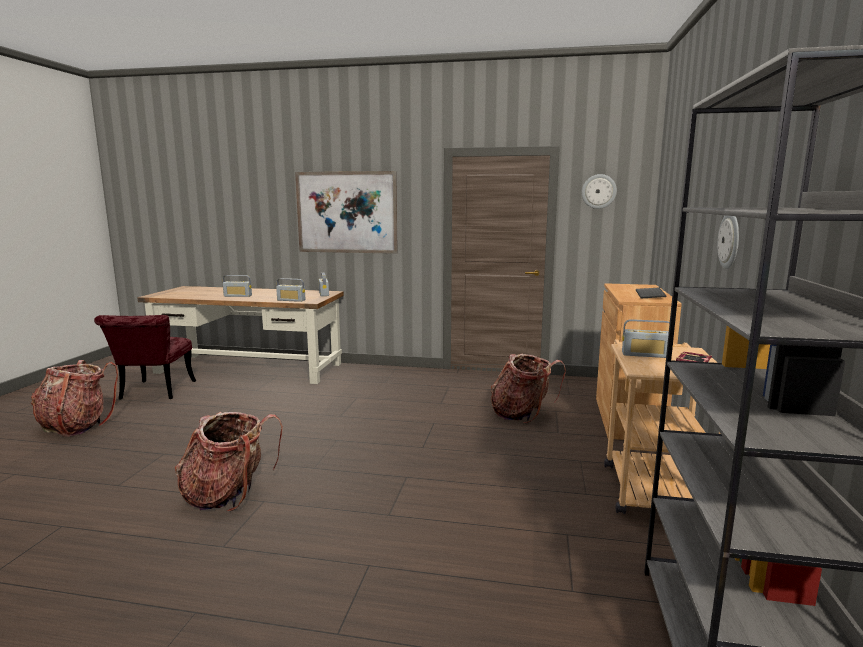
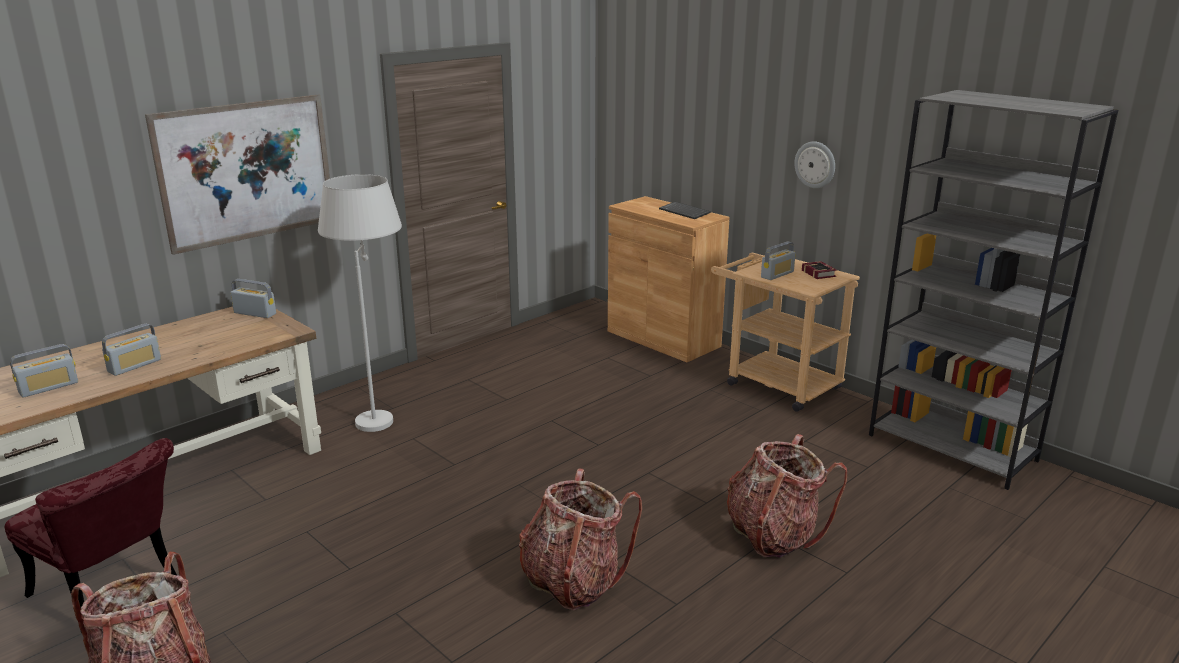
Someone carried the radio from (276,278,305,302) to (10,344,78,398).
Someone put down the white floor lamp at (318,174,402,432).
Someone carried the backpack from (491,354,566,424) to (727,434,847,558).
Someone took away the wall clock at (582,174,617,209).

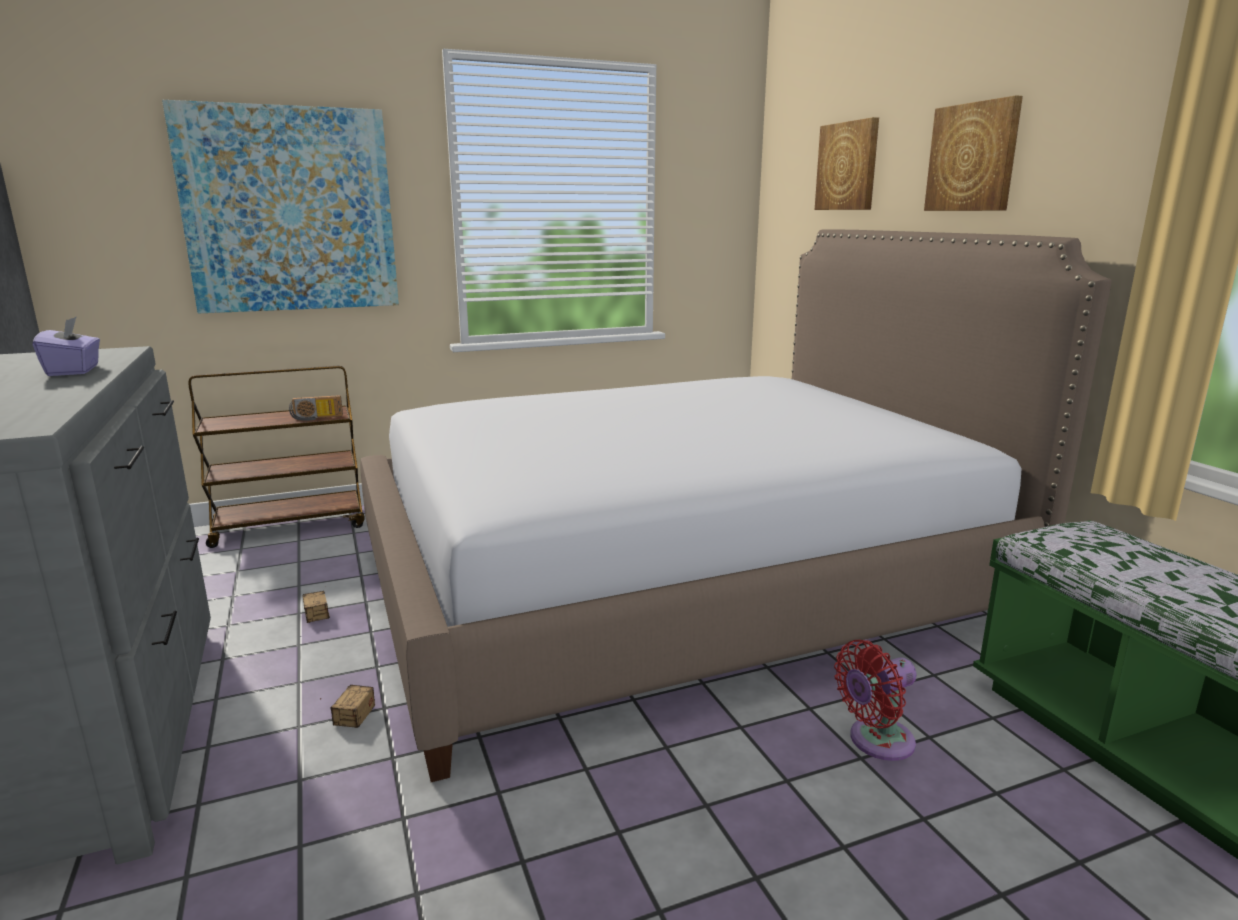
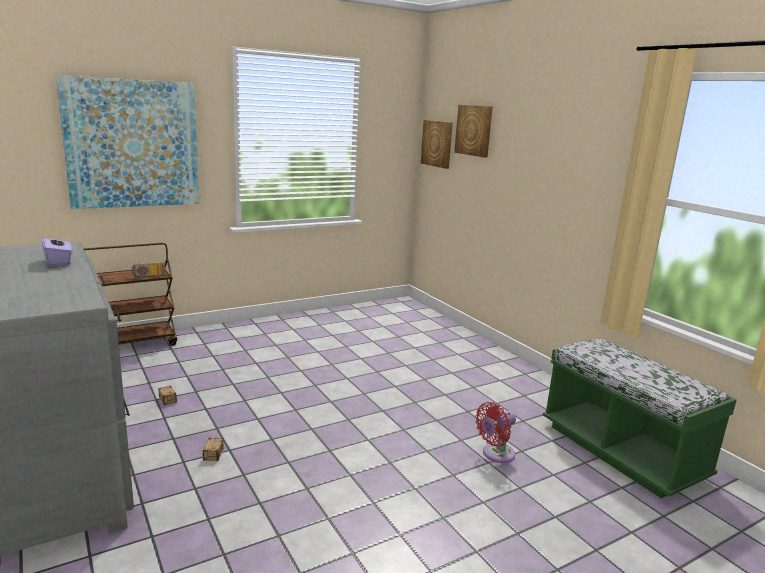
Someone carried the picture from (924,95,1023,211) to (421,120,453,169).
Someone took away the bed at (360,229,1112,782).

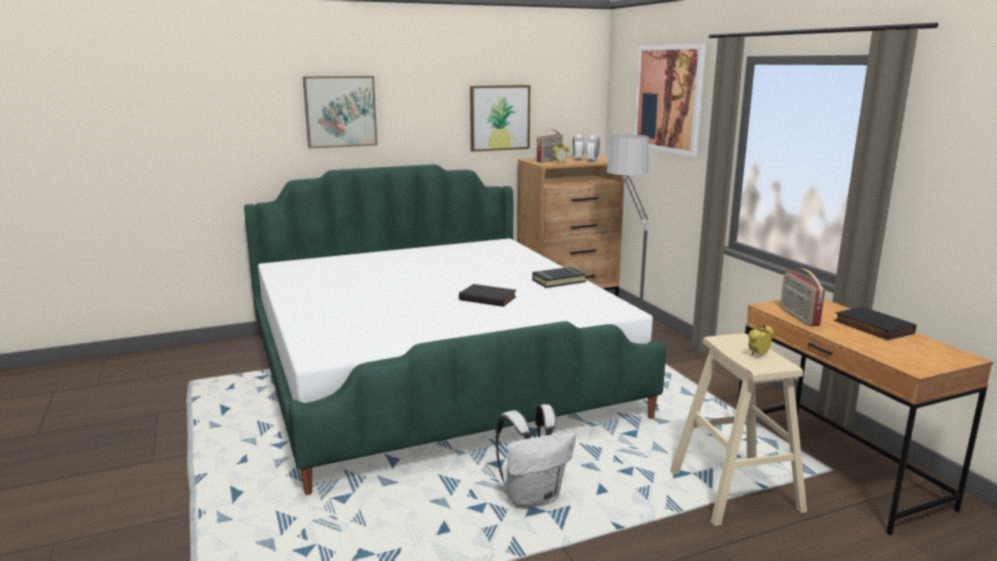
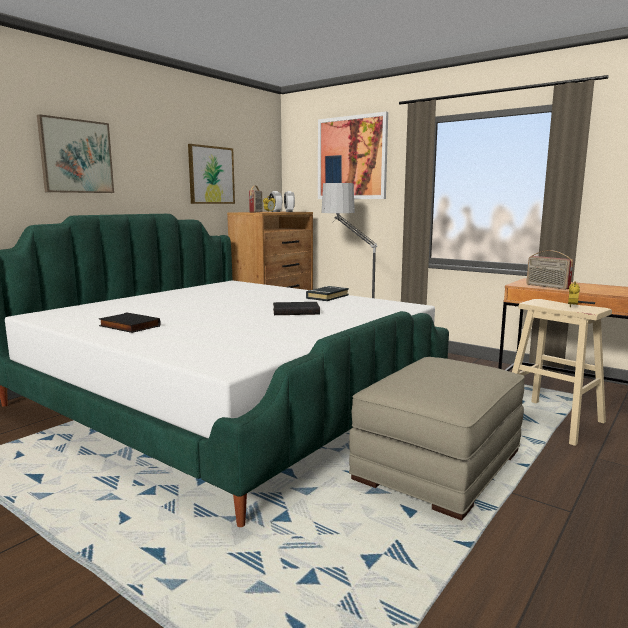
Someone carried the black book from (834,306,916,340) to (99,312,161,333).
Someone swapped the white backpack at (496,404,576,509) for the beige ottoman at (349,357,525,521).

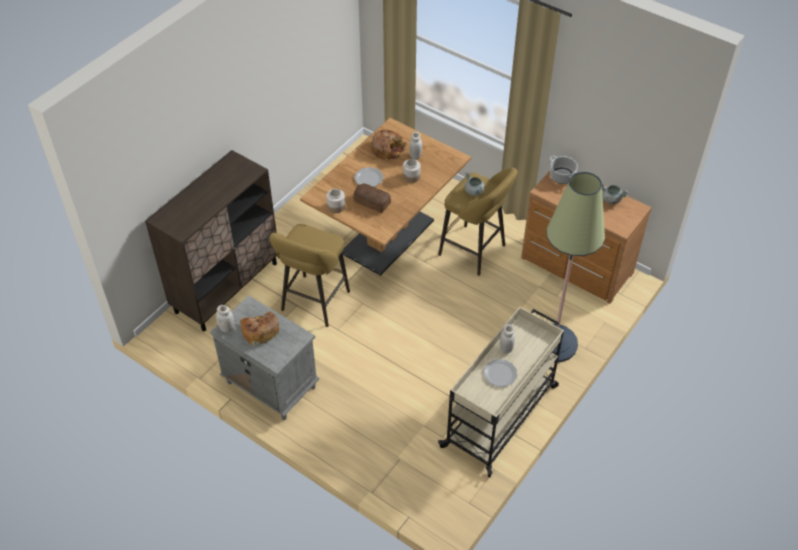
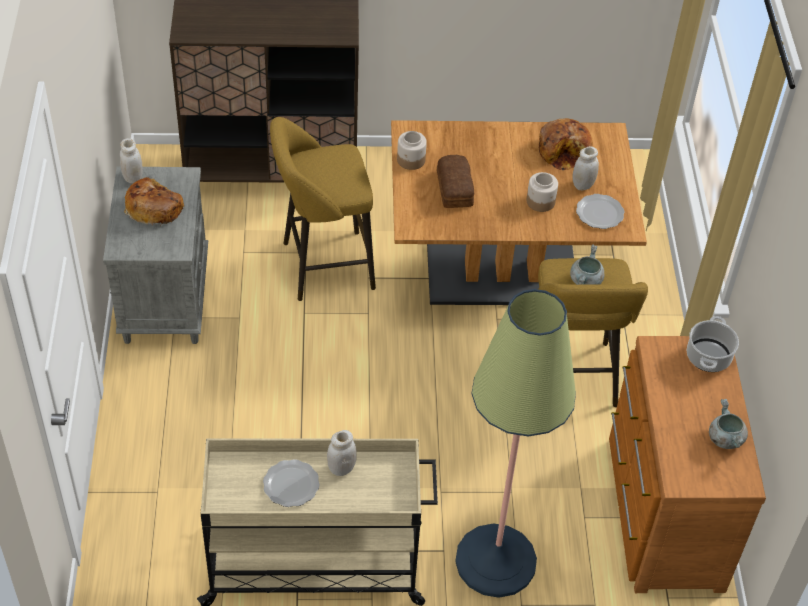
Someone carried the plate from (354,167,383,187) to (576,194,625,229).

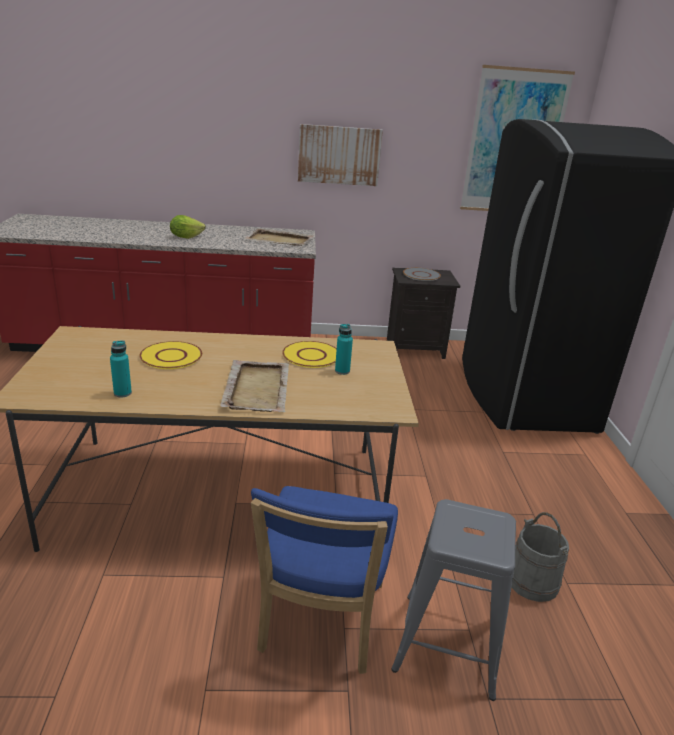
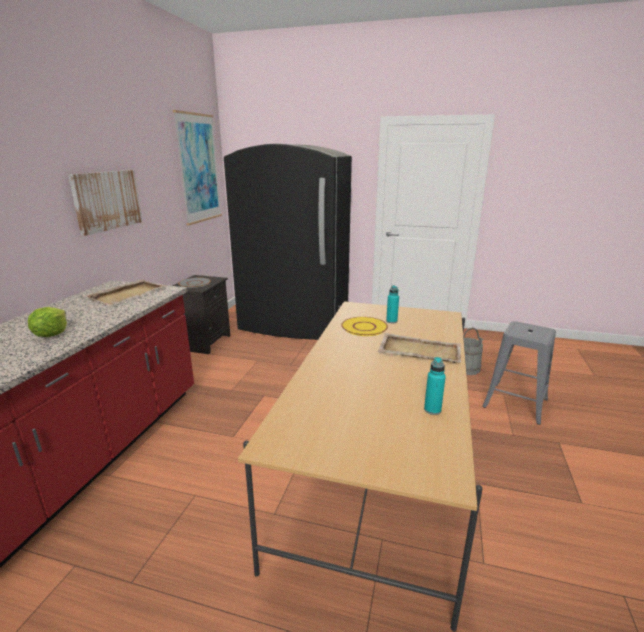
Someone took away the yellow plate at (139,341,202,369).
Someone took away the blue chair at (251,486,398,674).

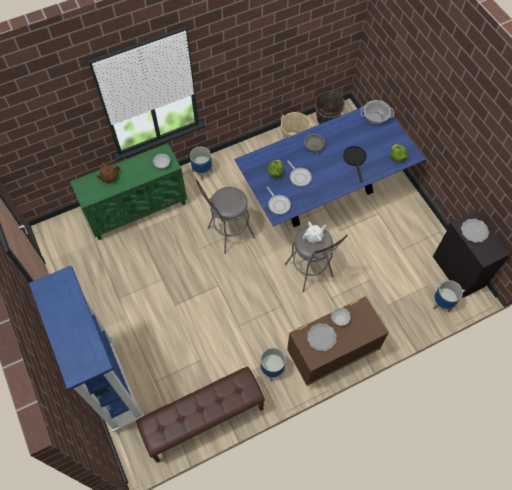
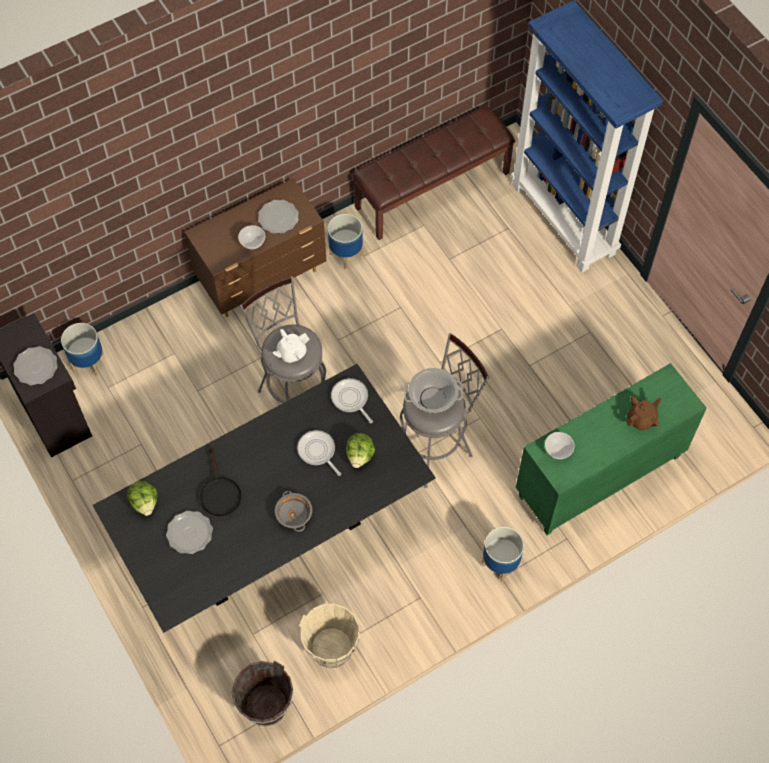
Someone repainted the blue dining table at (234,100,426,227), which became the black dining table at (93,364,436,633).
Someone put down the plate at (166,511,213,554).
Someone carried the cooking pot from (361,100,394,124) to (404,368,463,413).

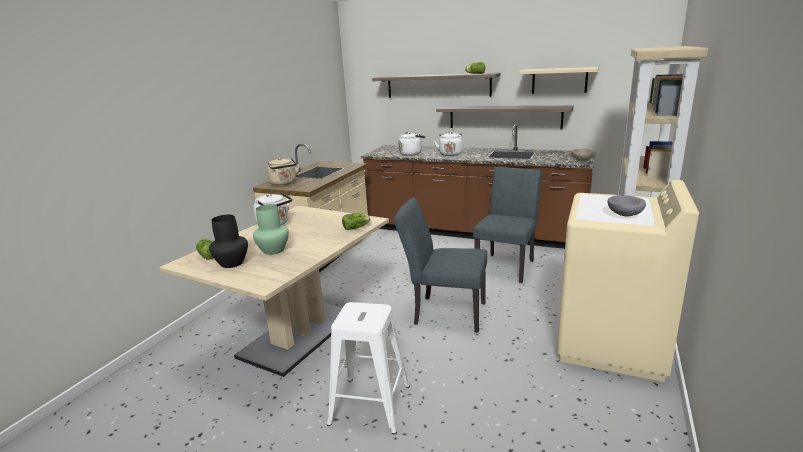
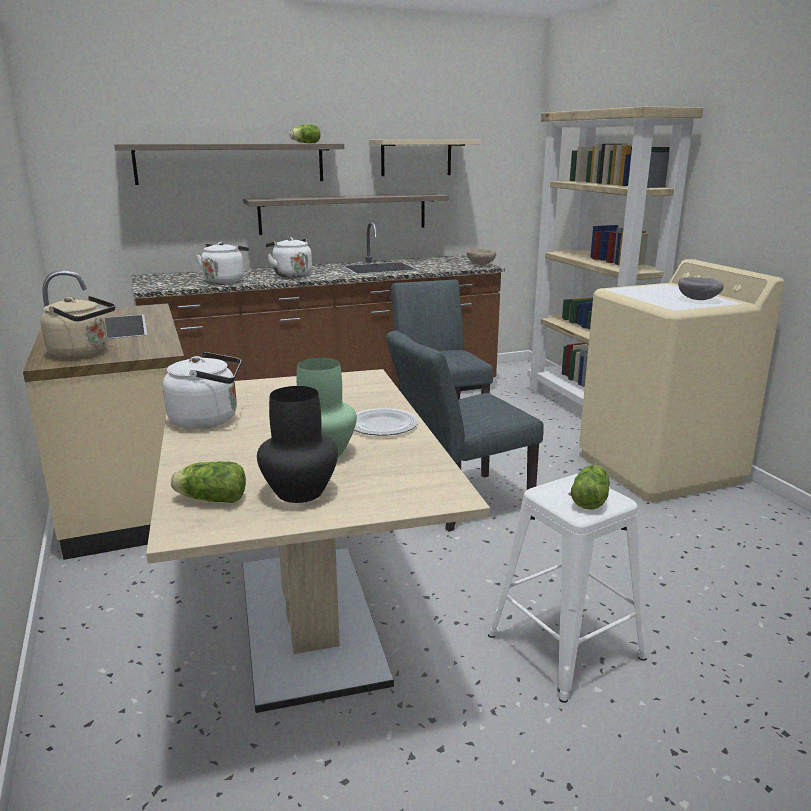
Someone put down the plate at (354,408,418,436).
Someone carried the lettuce from (342,213,370,230) to (571,465,610,510).

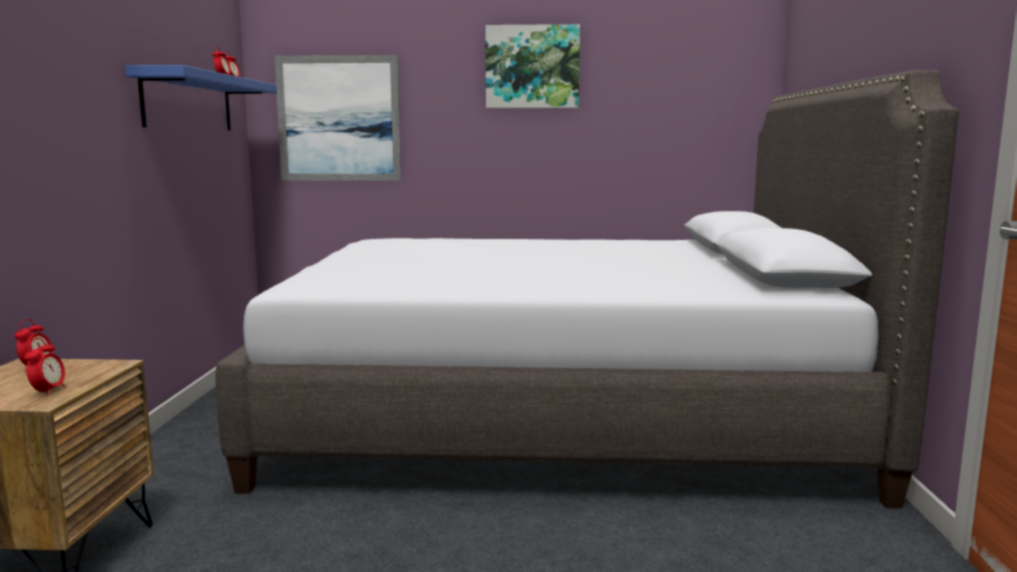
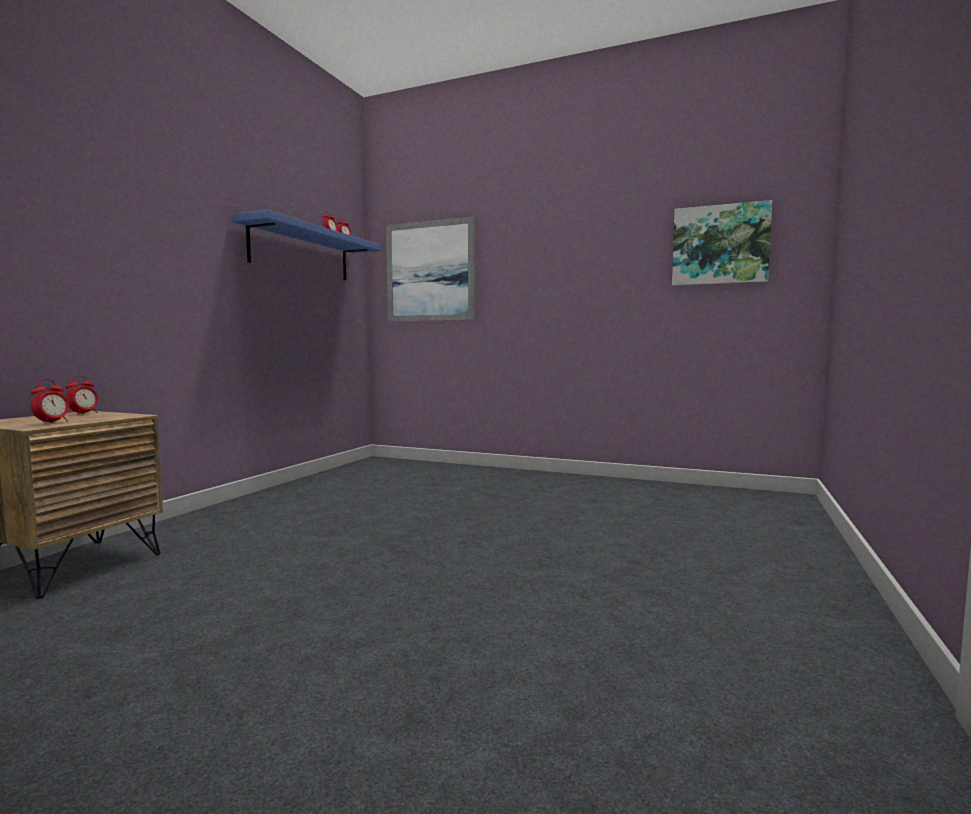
Someone carried the picture from (485,24,580,108) to (672,200,772,286).
Someone took away the grey bed at (215,70,959,508).

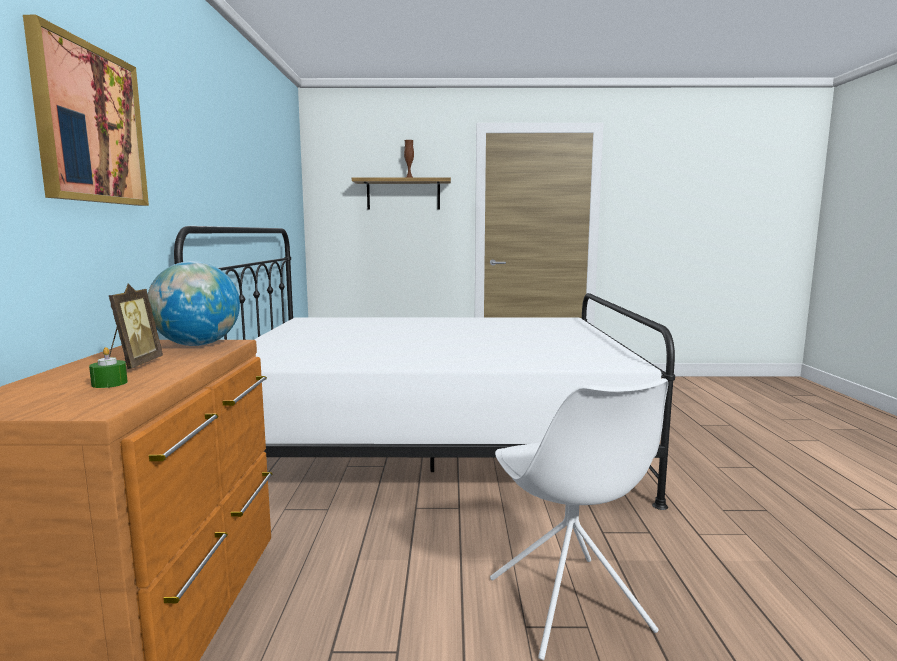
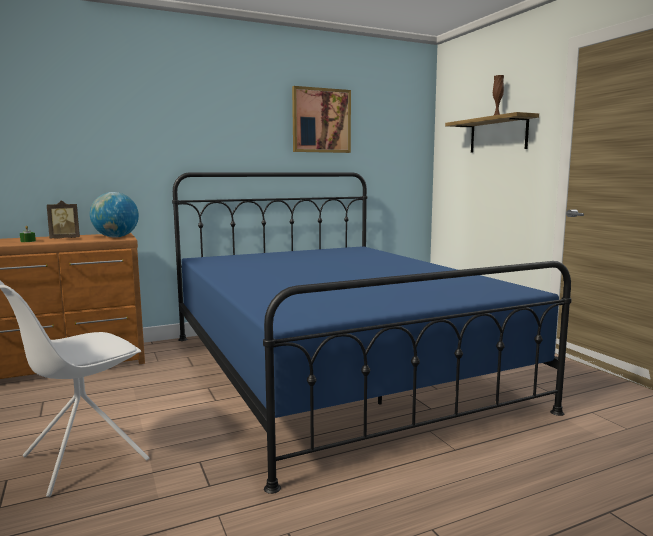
Someone repainted the white bed at (174,226,675,510), which became the blue bed at (172,172,572,494).
Someone carried the picture from (23,15,149,206) to (292,86,351,153).

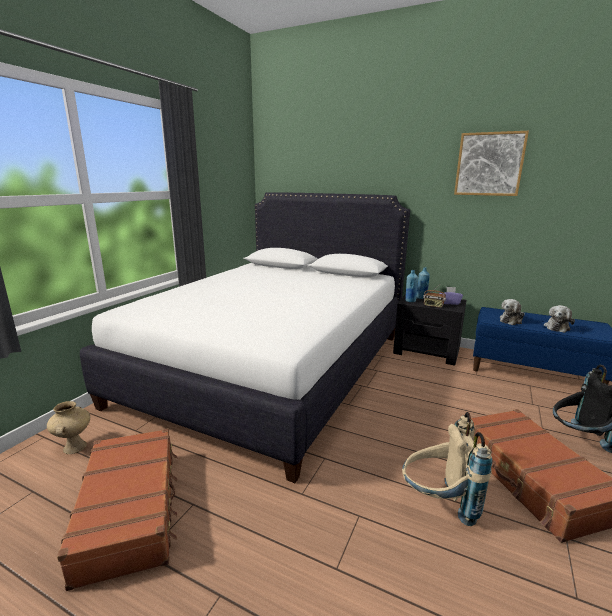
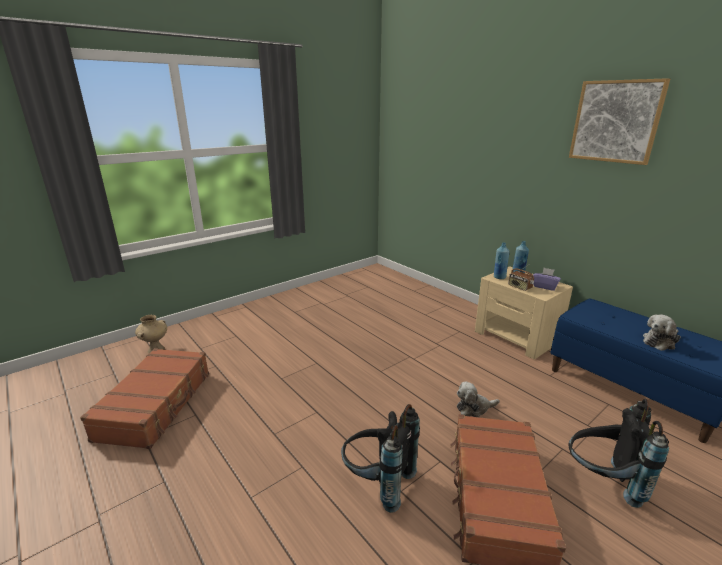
Someone repainted the beige backpack at (402,412,493,526), which became the black backpack at (341,404,420,513).
Someone carried the plush toy from (500,299,525,325) to (457,382,500,417).
Someone repainted the black nightstand at (393,294,467,365), which became the beige nightstand at (475,266,573,359).
Someone took away the white bed at (80,192,410,483).

